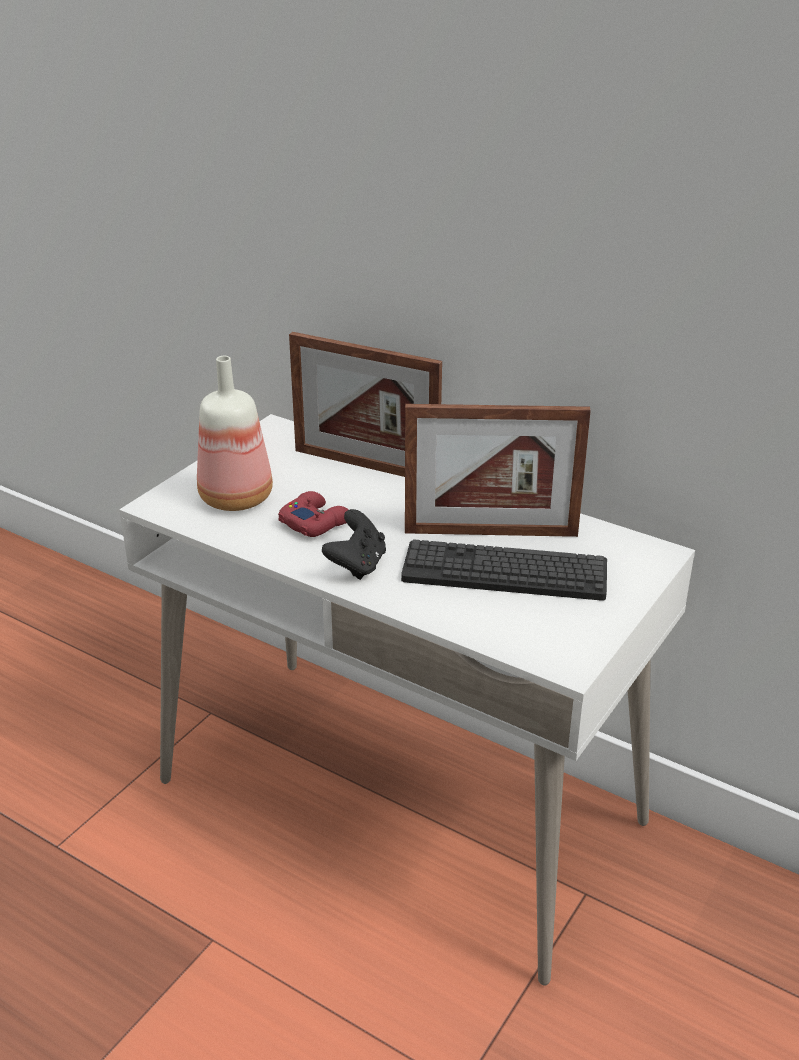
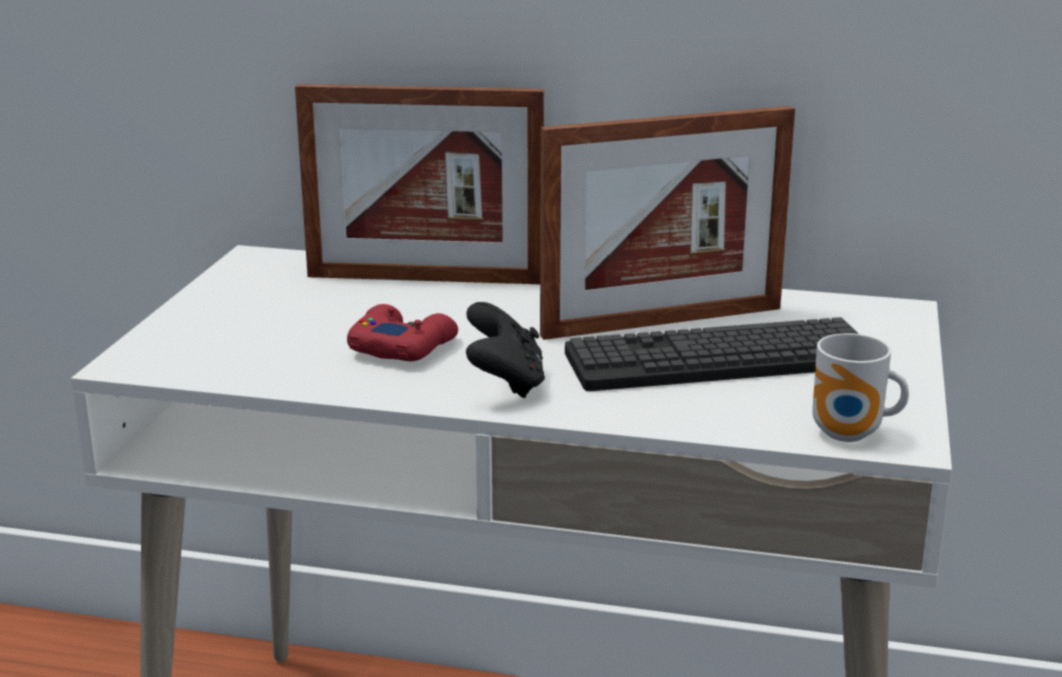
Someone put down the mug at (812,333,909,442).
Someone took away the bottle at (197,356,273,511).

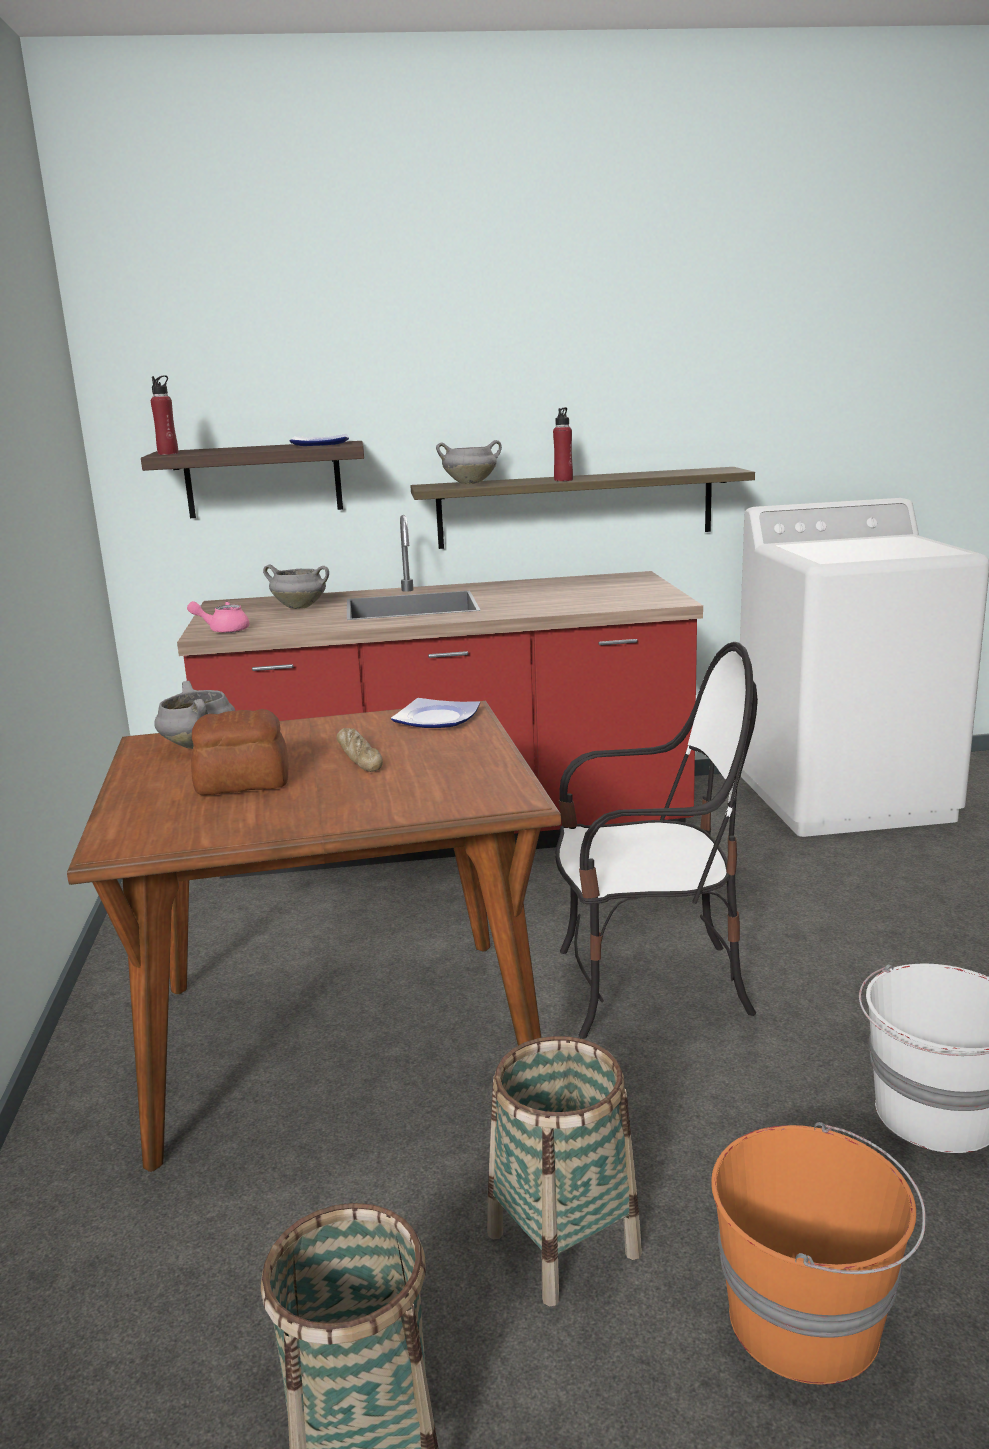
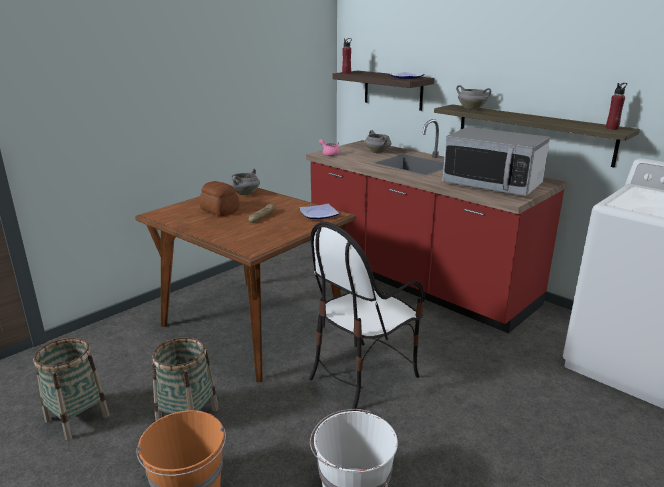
Someone rotated the chair at (555,642,758,1039) by 90 degrees clockwise.
Someone put down the microwave at (442,127,550,196).
Someone carried the red bottle from (553,407,573,481) to (606,83,627,130).

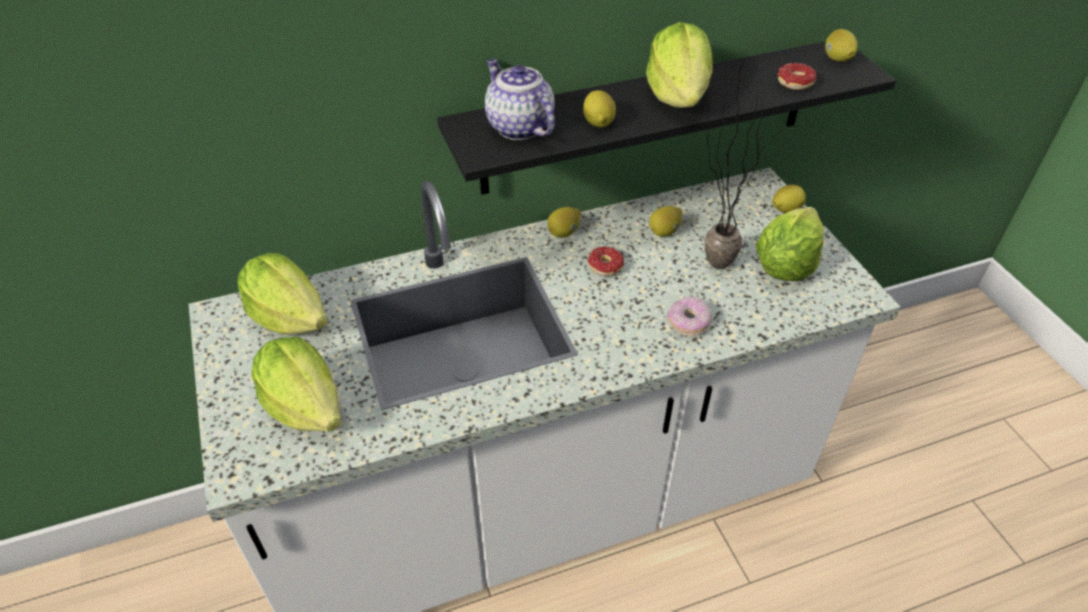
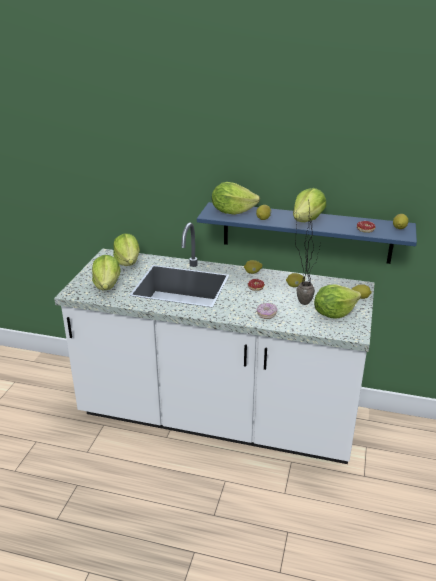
Someone repainted the black shelf at (437,41,896,195), which became the blue shelf at (197,202,417,264).
Someone swapped the teapot at (485,59,555,140) for the lettuce at (212,182,260,215).

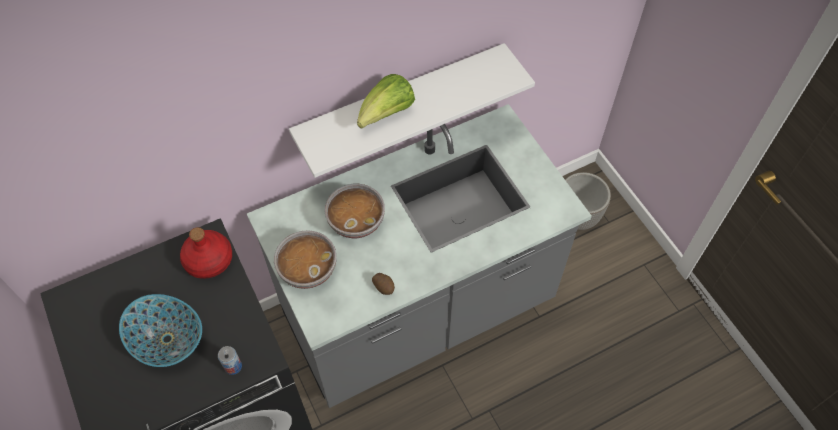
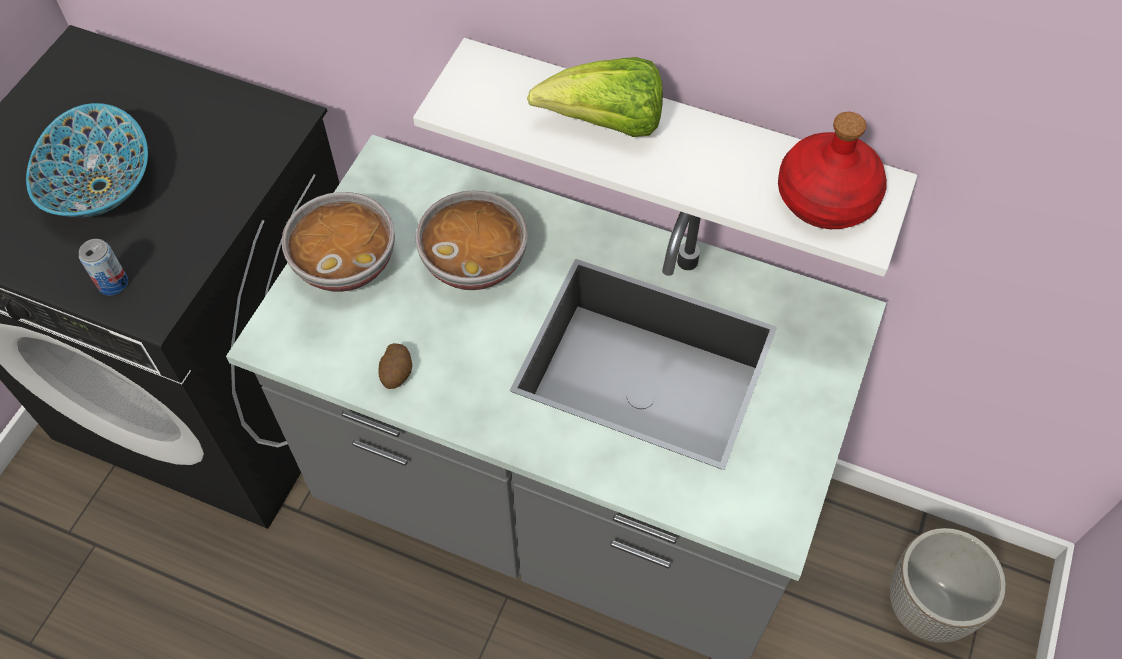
Someone carried the red bottle from (180,227,232,279) to (778,112,887,229).

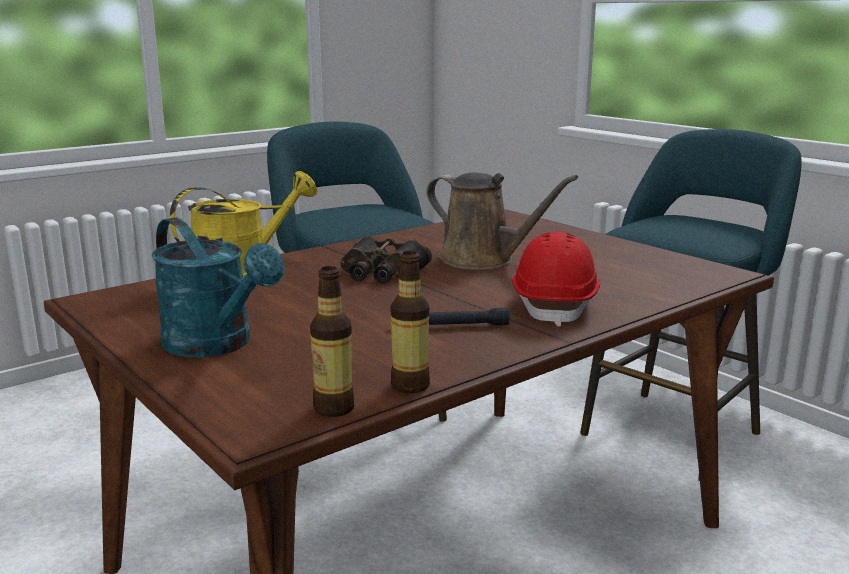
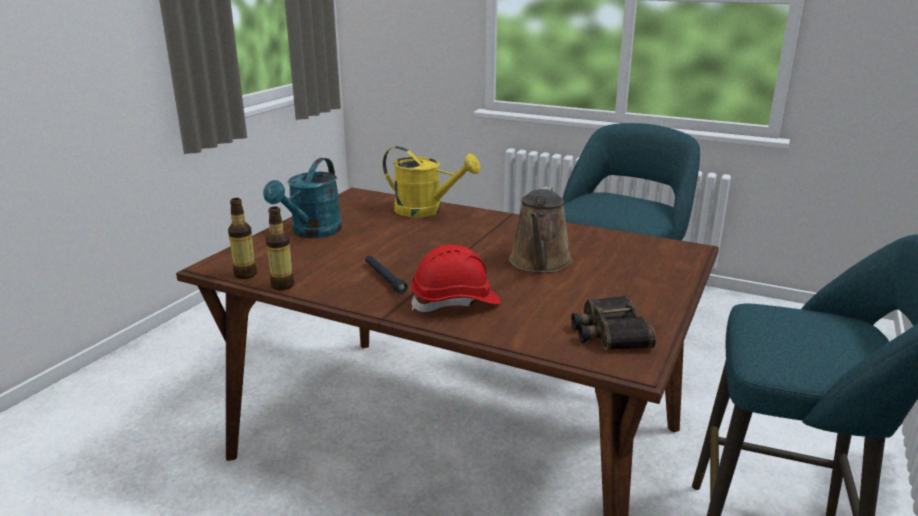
Someone carried the binoculars from (340,236,432,284) to (571,295,656,350).

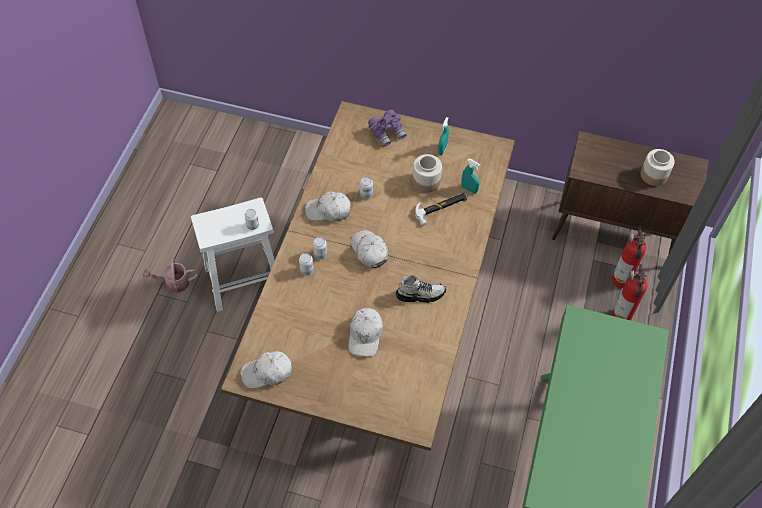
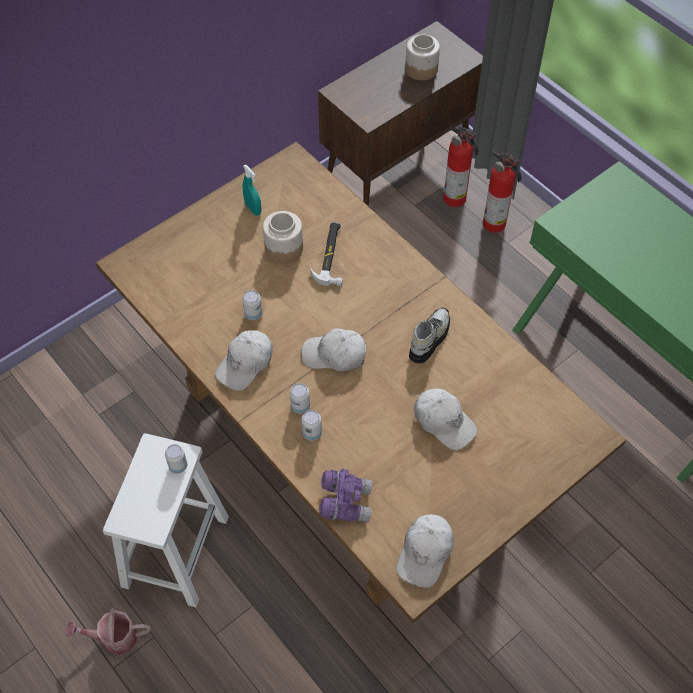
Someone rotated the watering can at (142,259,198,293) by 60 degrees clockwise.
Someone carried the purple binoculars from (368,110,406,147) to (319,469,372,522).
Someone took away the turquoise spray bottle at (461,159,480,194).

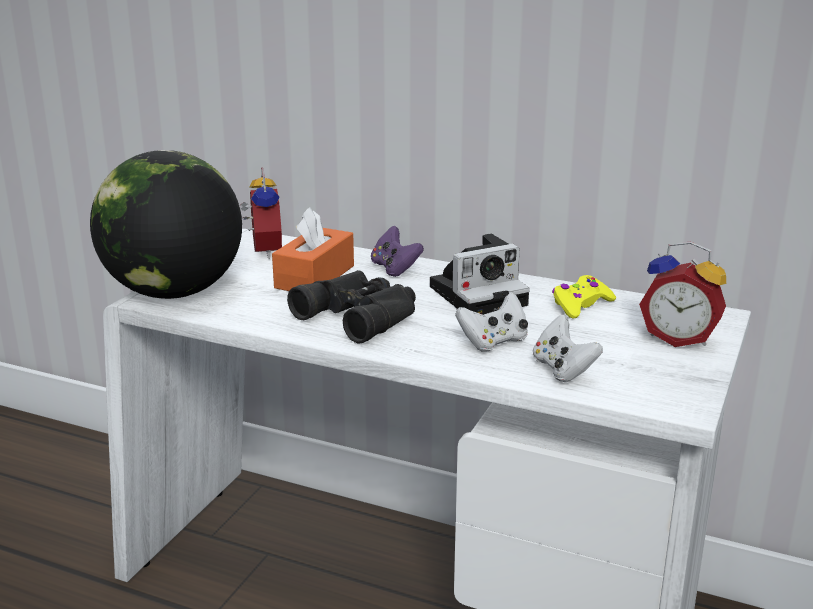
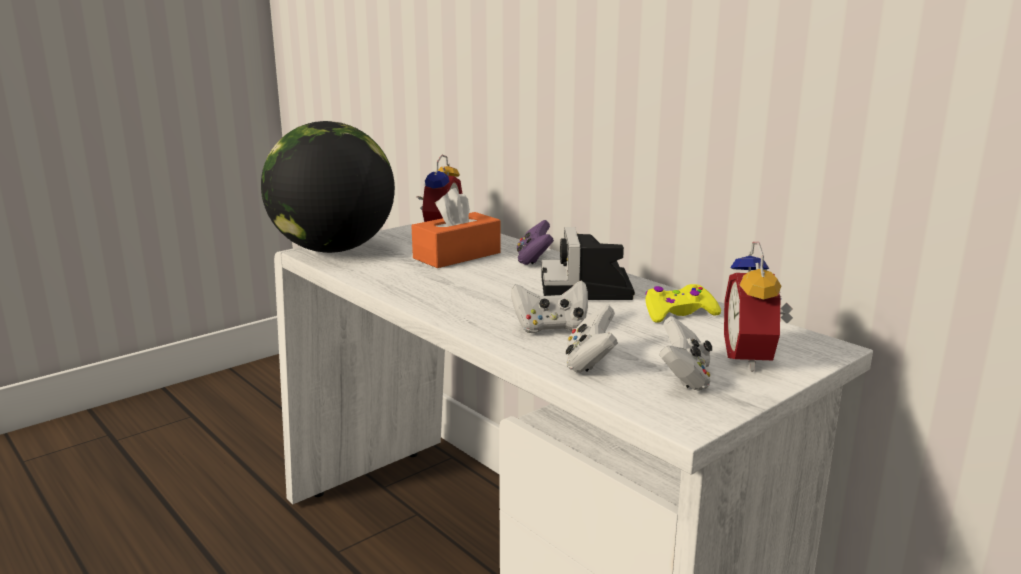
Someone rotated the photo camera at (430,234,530,315) by 90 degrees clockwise.
Someone put down the white game controller at (659,316,712,391).
Someone rotated the alarm clock at (639,242,726,347) by 45 degrees clockwise.
Someone took away the black binoculars at (287,270,416,344).

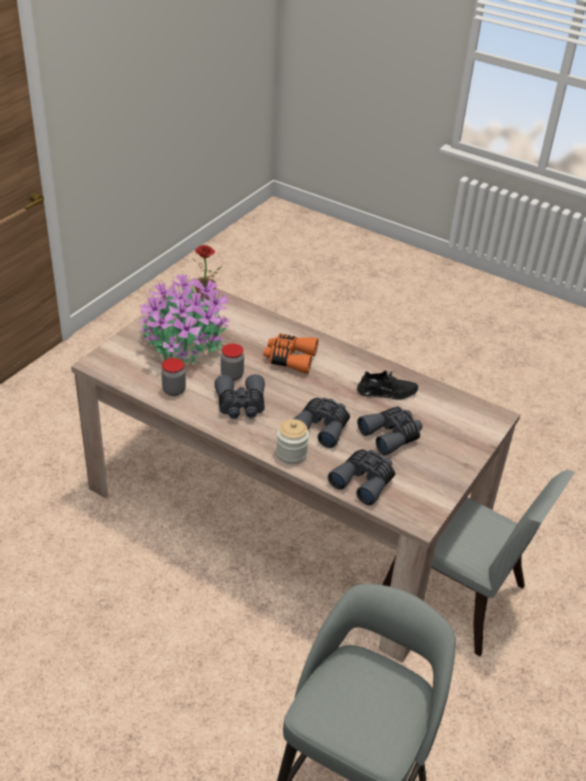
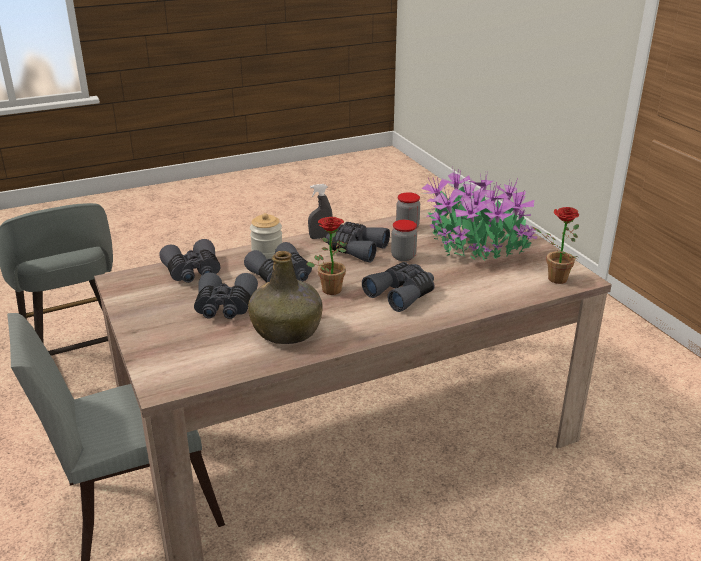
Someone swapped the black shoe at (357,370,418,400) for the green bottle at (248,251,323,344).
Someone put down the potted plant at (306,217,347,295).
Someone put down the grey spray bottle at (308,184,333,239).
Someone repainted the orange binoculars at (263,334,318,374), which became the grey binoculars at (362,262,435,312).

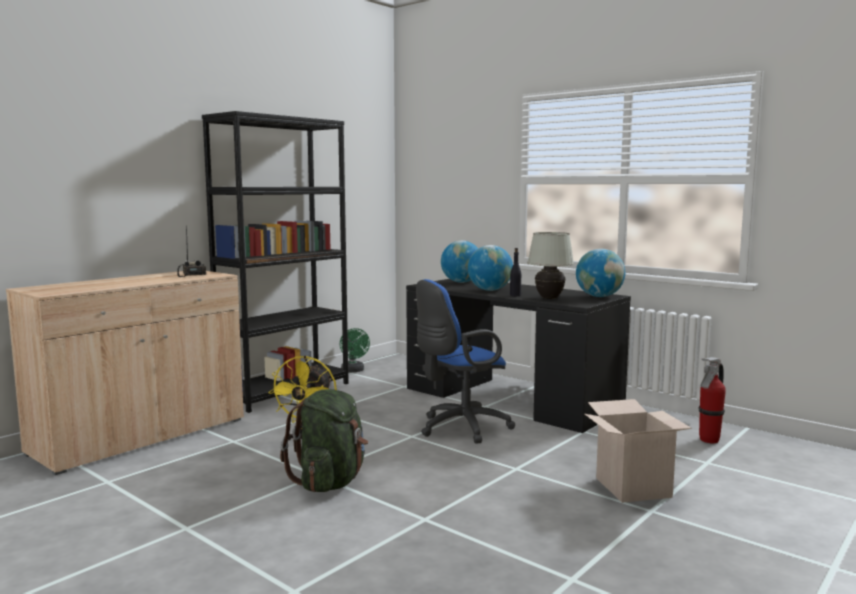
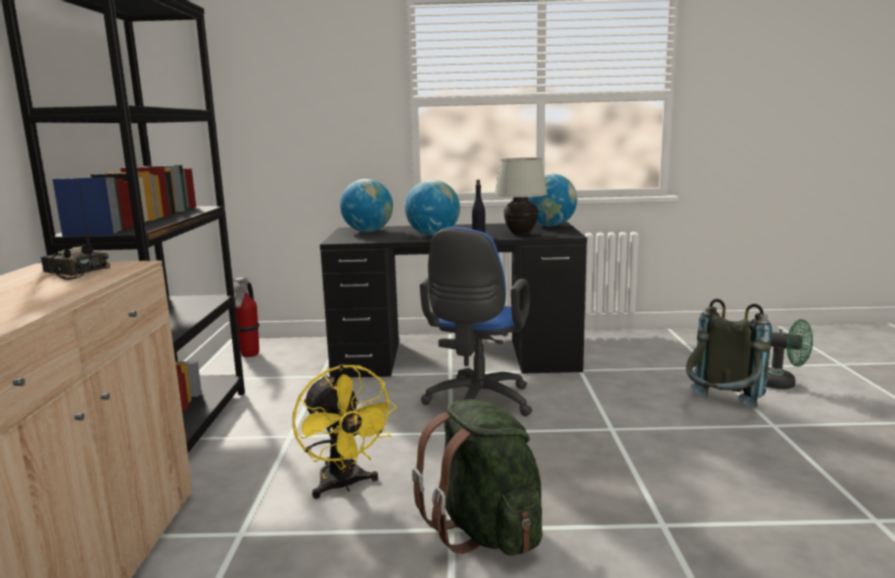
Someone carried the fire extinguisher from (698,357,726,443) to (233,277,259,357).
Someone swapped the cardboard box at (585,399,692,503) for the grey backpack at (686,299,772,408).
Someone carried the green fan from (340,328,370,372) to (766,319,813,389).

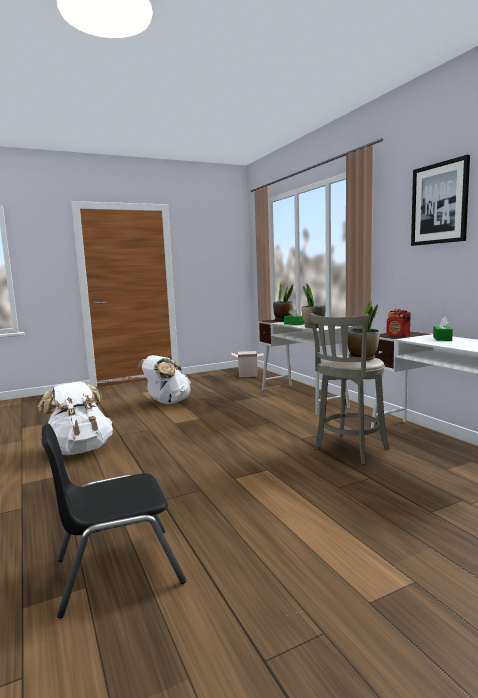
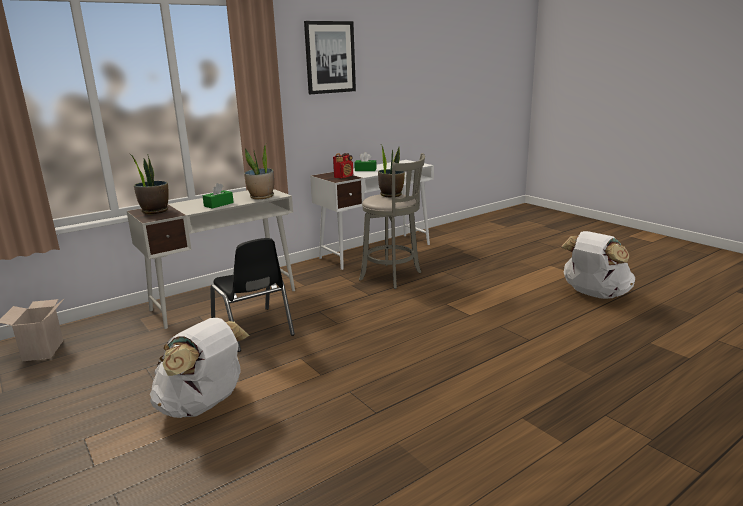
Someone carried the black chair from (42,423,186,618) to (210,238,295,352).
Someone carried the white backpack from (38,382,113,455) to (561,231,635,299).

